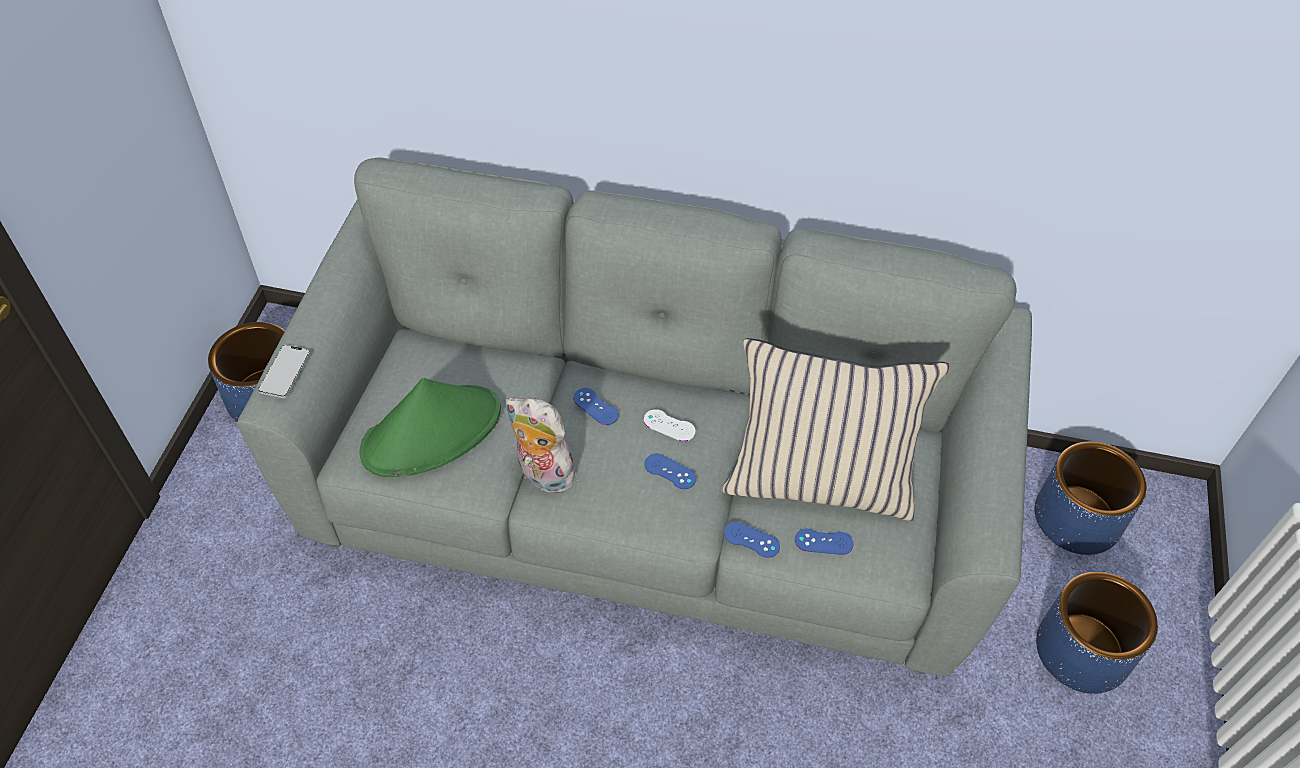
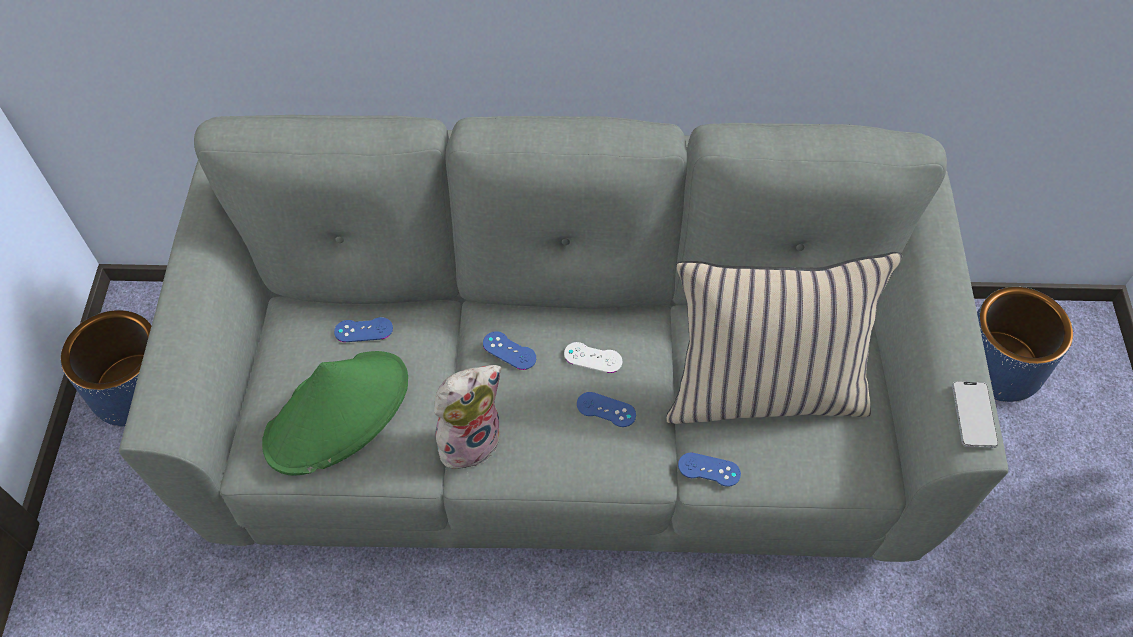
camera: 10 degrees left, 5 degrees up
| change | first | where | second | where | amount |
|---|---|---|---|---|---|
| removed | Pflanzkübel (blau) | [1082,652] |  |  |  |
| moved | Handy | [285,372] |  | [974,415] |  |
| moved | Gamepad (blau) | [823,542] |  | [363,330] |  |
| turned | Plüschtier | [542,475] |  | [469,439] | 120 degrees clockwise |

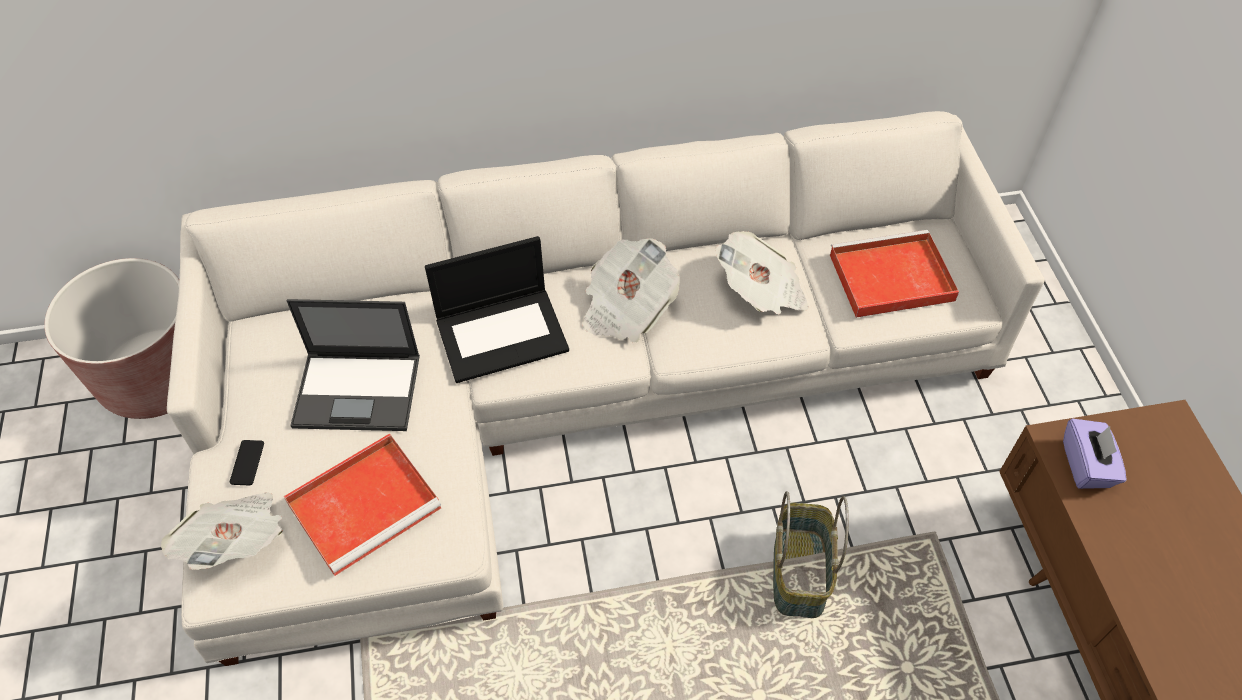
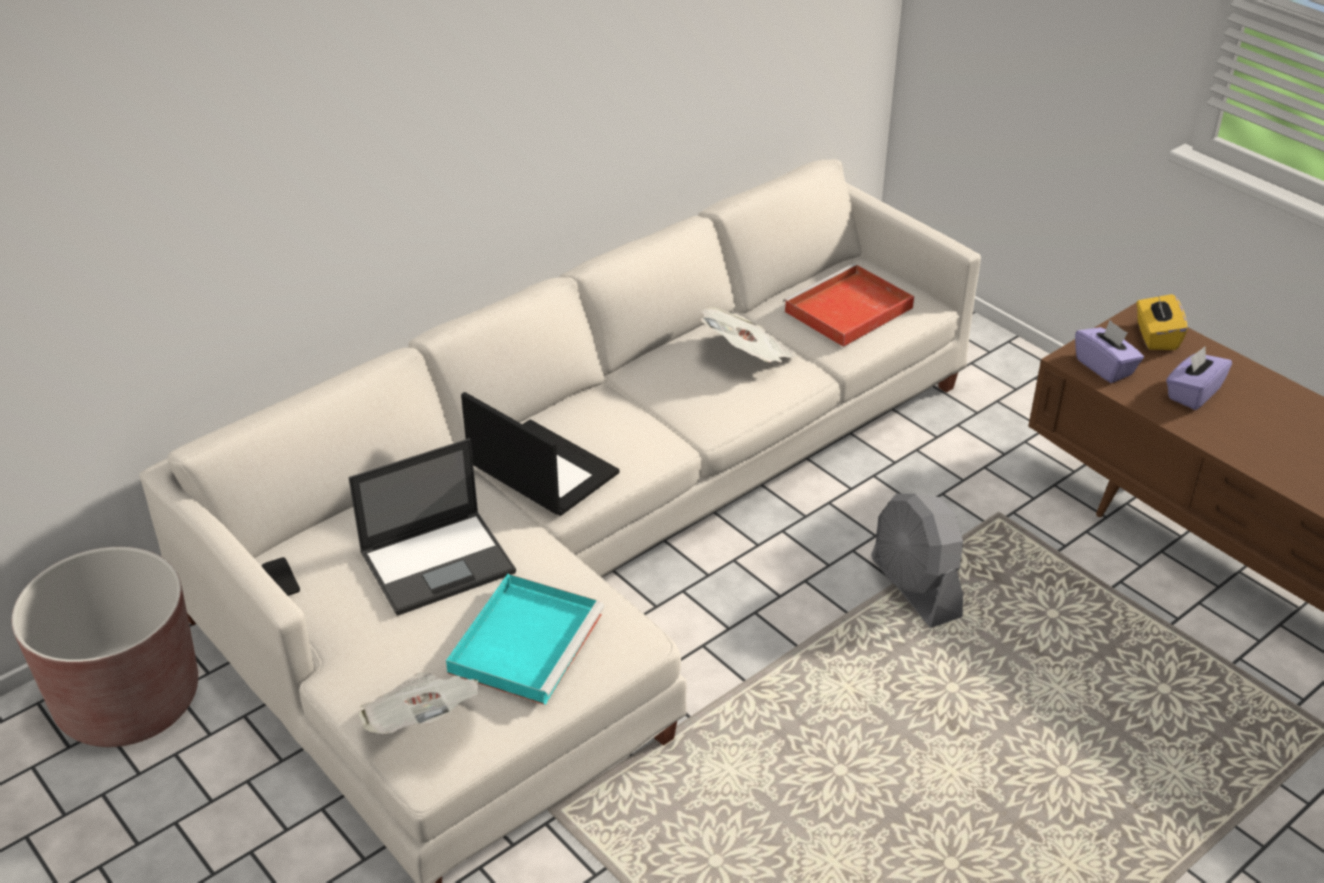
camera: 30 degrees left, 15 degrees down
| change | first | where | second | where | amount |
|---|---|---|---|---|---|
| removed | Zeitung | [626,308] |  |  |  |
| added |  |  | Taschentuchbox (gelb) | [1156,337] |  |
| added |  |  | Taschentuchbox (lila) | [1192,393] |  |
| moved | Handy | [247,463] |  | [280,578] |  |
| replaced | Korb | [800,574] | Ventilator (grau) | [915,588] |  |
| recoloured | Tablett (rot) | [366,503] | Tablett (türkis) | [526,640] |  |
| turned | Laptop | [502,333] |  | [540,469] | 90 degrees counterclockwise |

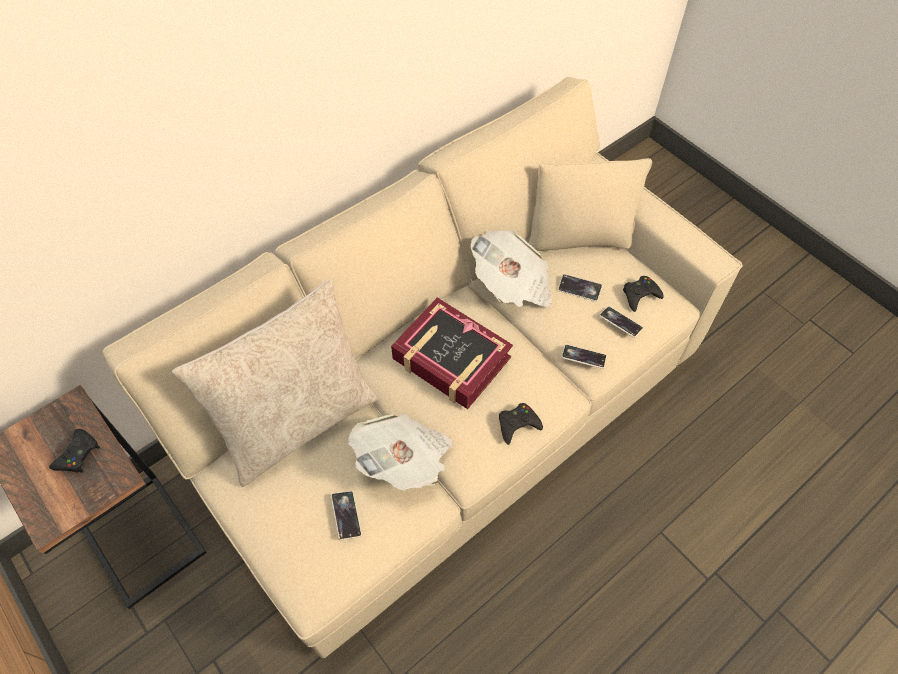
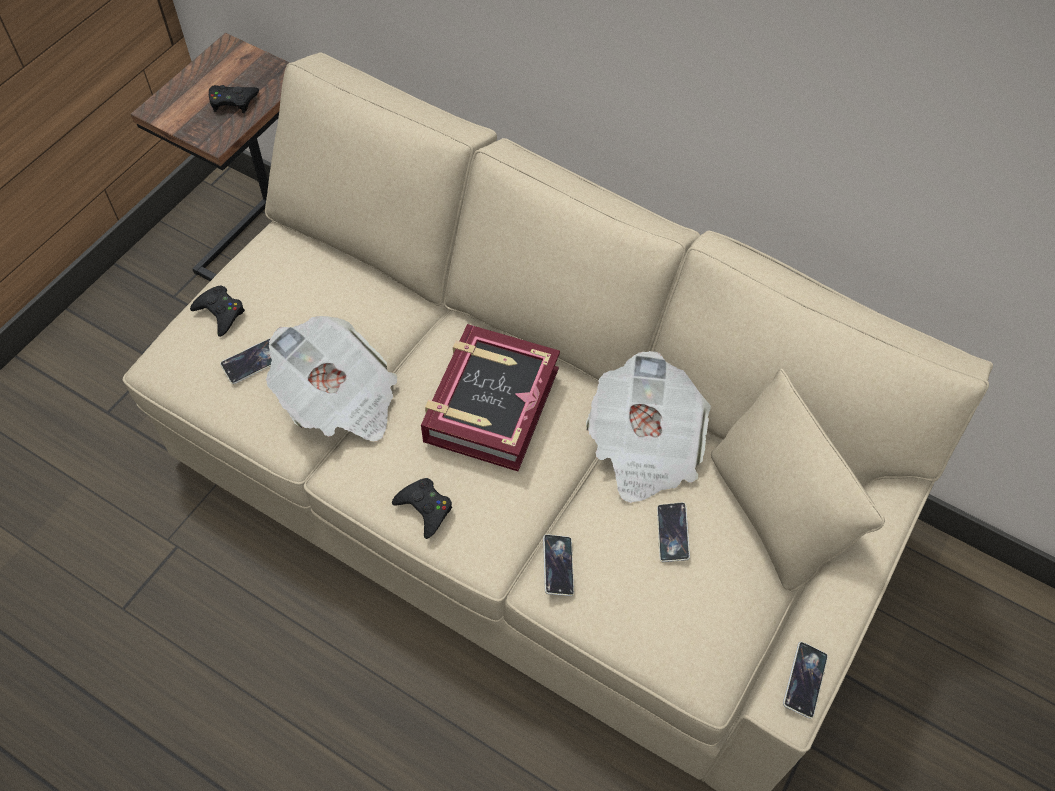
camera: 70 degrees right, 0 degrees up
| change | first | where | second | where | amount |
|---|---|---|---|---|---|
| removed | Kissen (beige) | [298,421] |  |  |  |
| moved | Handy | [620,323] |  | [804,681] |  |
| moved | Gamepad (schwarz) | [640,295] |  | [220,313] |  |

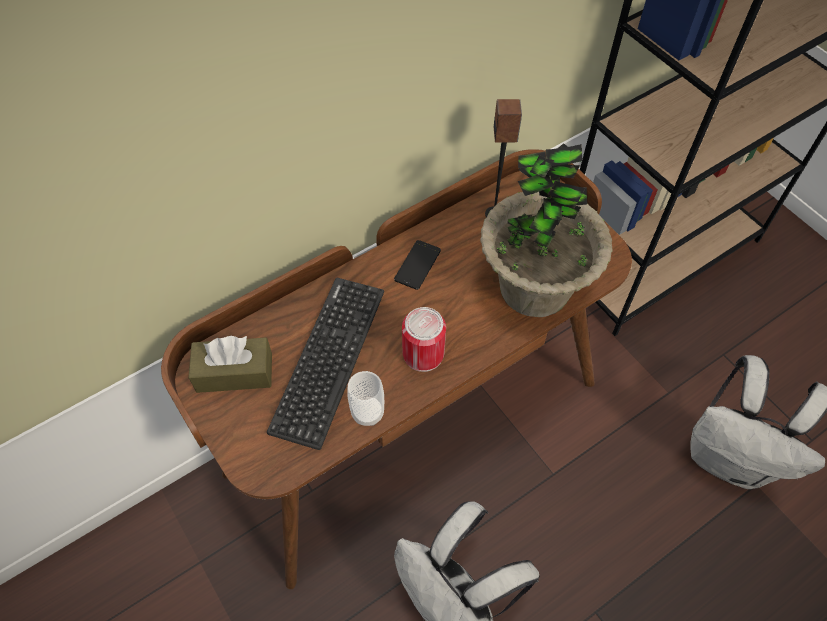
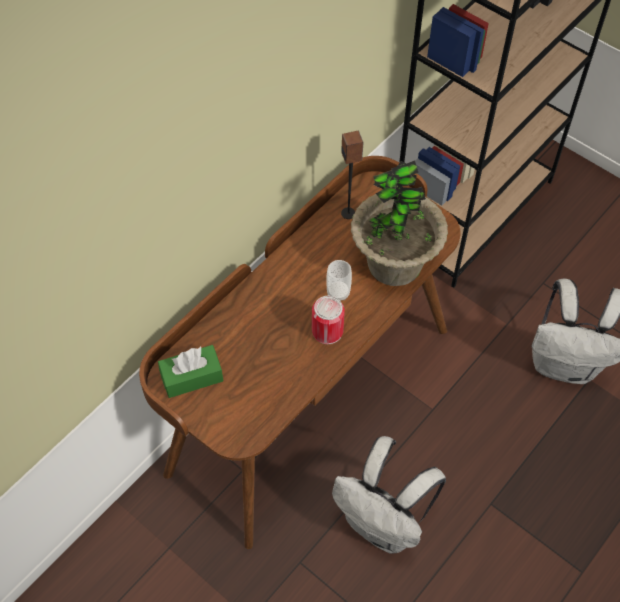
camera: 15 degrees left, 0 degrees up
| change | first | where | second | where | amount |
|---|---|---|---|---|---|
| removed | Tastatur | [328,359] |  |  |  |
| removed | Handy | [417,265] |  |  |  |
| moved | Tasse | [367,412] |  | [338,292] |  |
| recoloured | Taschentuchbox (braun) | [234,372] | Taschentuchbox (grün) | [192,377] |  |

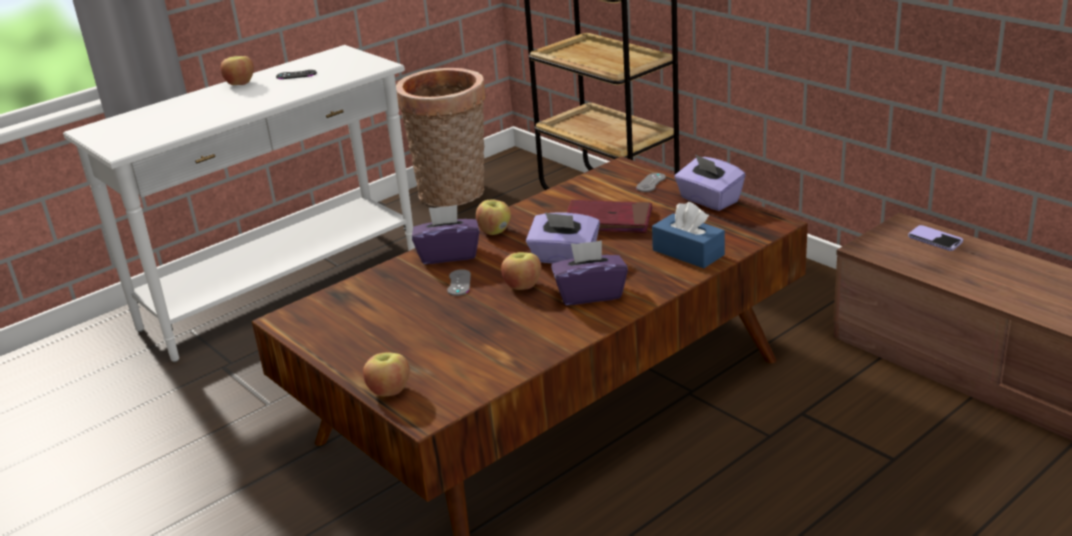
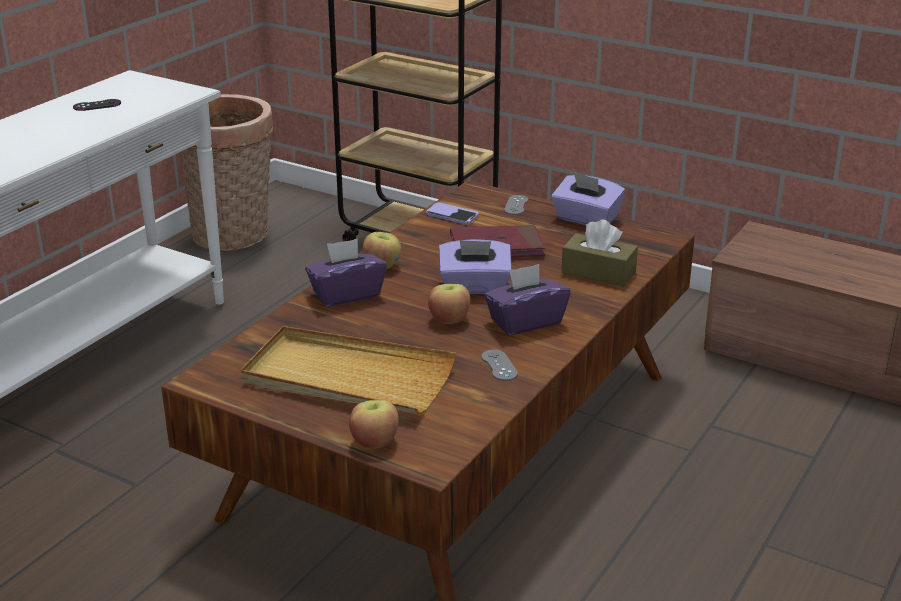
camera: 20 degrees left, 0 degrees up
| change | first | where | second | where | amount |
|---|---|---|---|---|---|
| removed | Apfel | [240,83] |  |  |  |
| added |  |  | Tablett (beige) | [347,377] |  |
| moved | Gamepad (grau) | [459,283] |  | [499,365] |  |
| moved | Handy | [935,239] |  | [452,215] |  |
| recoloured | Taschentuchbox (blau) | [688,252] | Taschentuchbox (braun) | [598,272] |  |

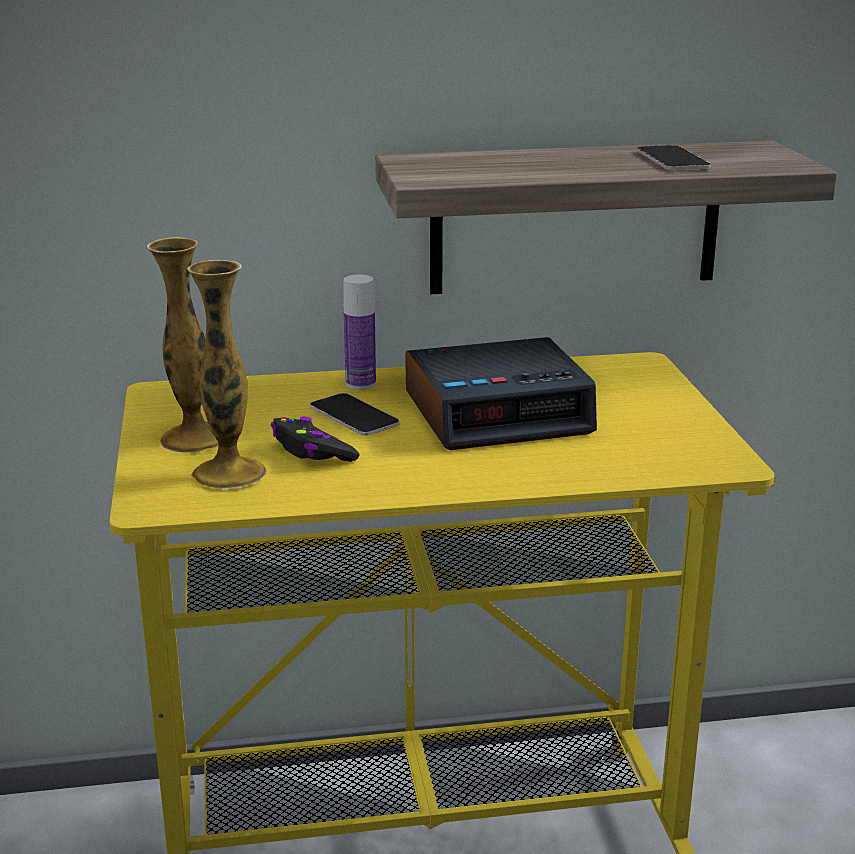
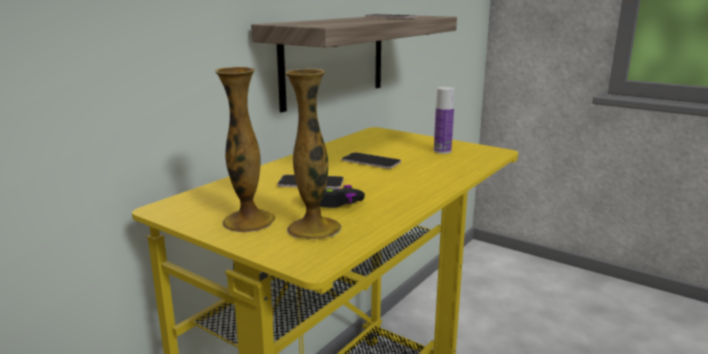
camera: 45 degrees left, 5 degrees down
| change | first | where | second | where | amount |
|---|---|---|---|---|---|
| moved | Flasche | [360,384] |  | [442,151] |  |
| replaced | Wecker | [498,412] | Handy | [371,161] |  |

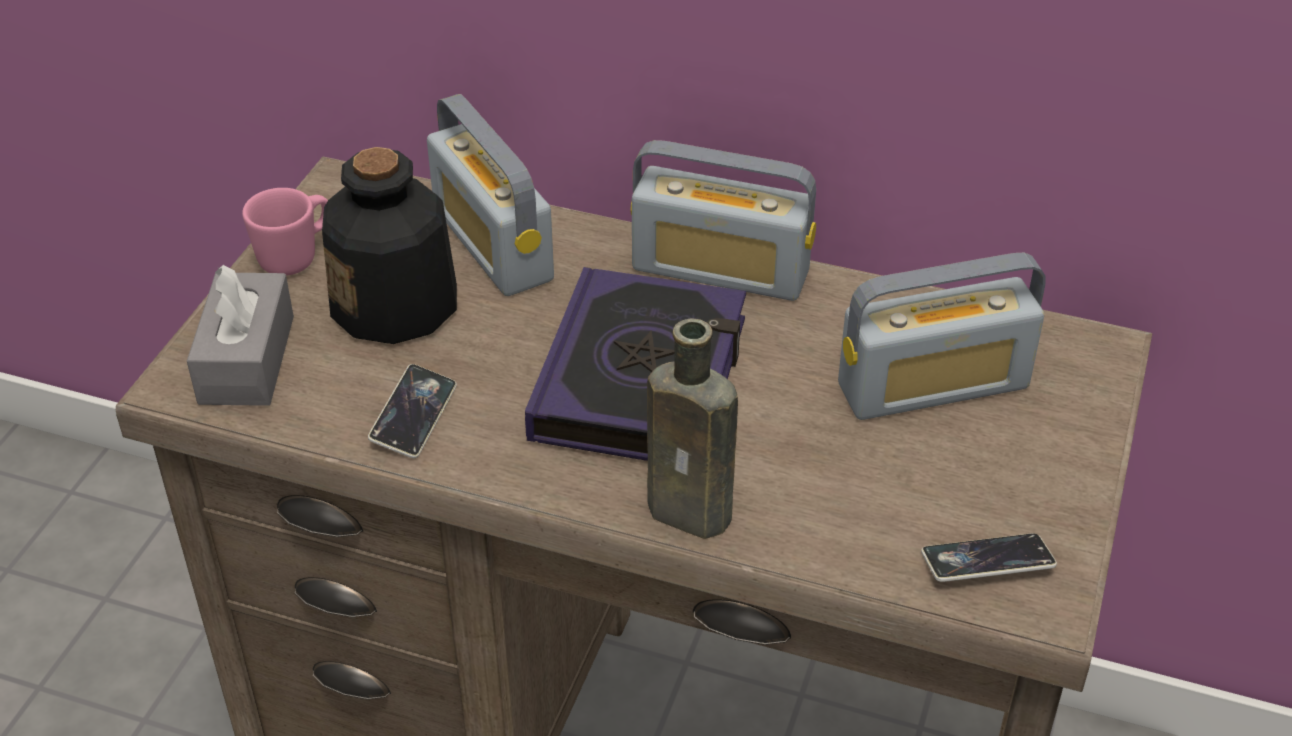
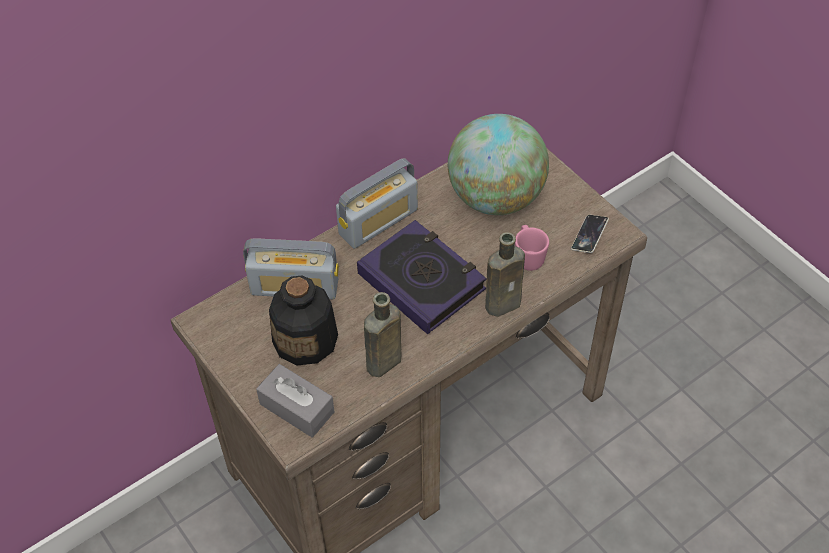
camera: 55 degrees left, 10 degrees up
| change | first | where | second | where | amount |
|---|---|---|---|---|---|
| moved | Henkelbecher (rosa) | [297,256] |  | [528,257] |  |
| replaced | Handy | [414,416] | Flasche (braun) | [382,364] |  |
| replaced | Radio | [933,386] | Globus | [495,198] |  |

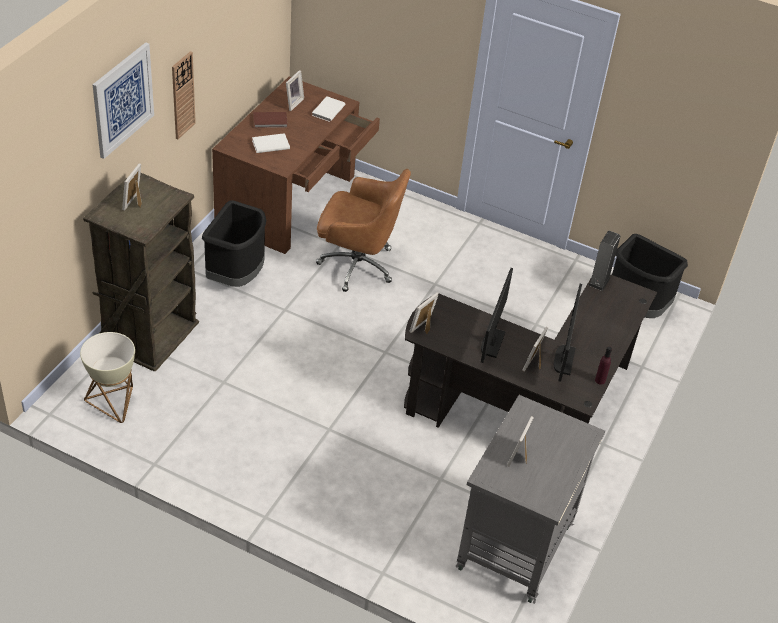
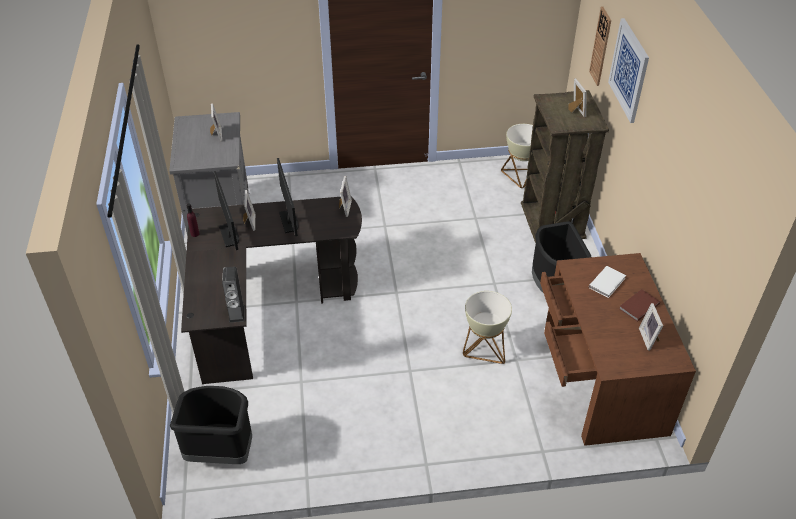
camera: 150 degrees right, 0 degrees up
| change | first | where | second | where | amount |
|---|---|---|---|---|---|
| removed | Buch (weiß) | [327,110] |  |  |  |
| moved | Wanduhr | [182,95] |  | [601,46] |  |
| replaced | Bürostuhl (braun) | [357,265] | Pflanzkübel | [483,350] |  |

